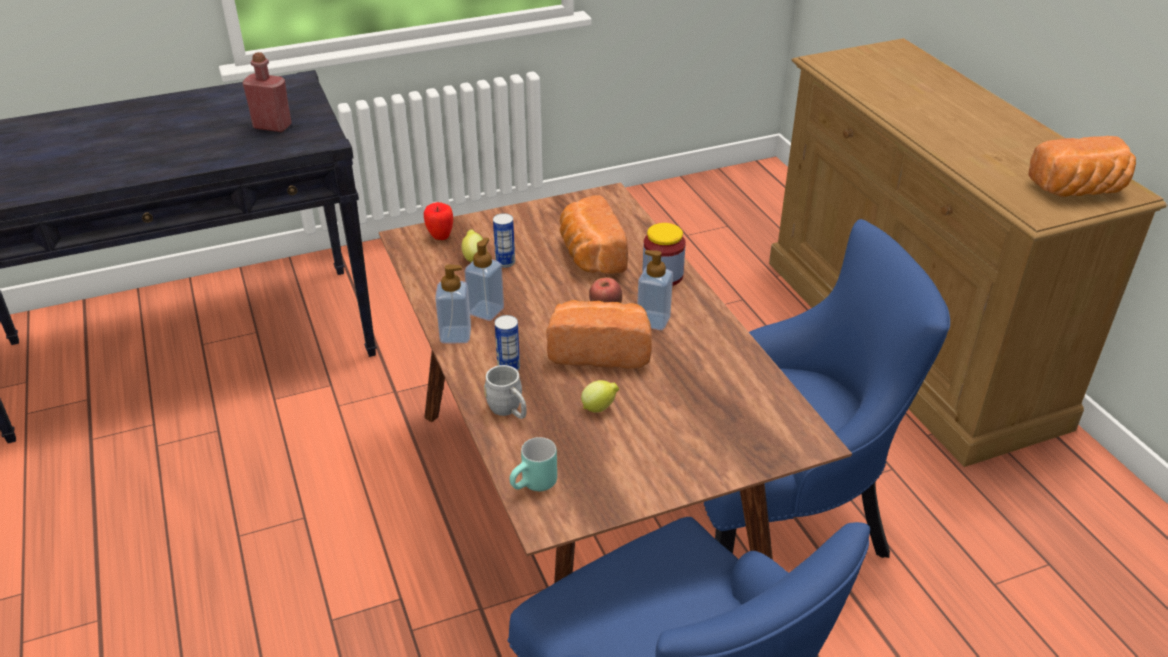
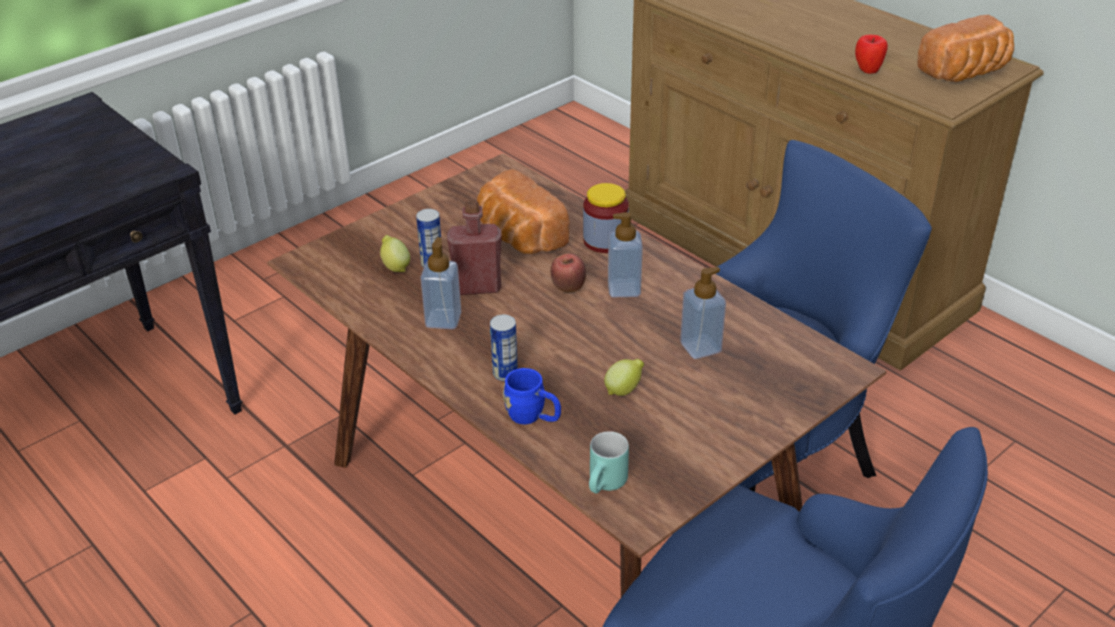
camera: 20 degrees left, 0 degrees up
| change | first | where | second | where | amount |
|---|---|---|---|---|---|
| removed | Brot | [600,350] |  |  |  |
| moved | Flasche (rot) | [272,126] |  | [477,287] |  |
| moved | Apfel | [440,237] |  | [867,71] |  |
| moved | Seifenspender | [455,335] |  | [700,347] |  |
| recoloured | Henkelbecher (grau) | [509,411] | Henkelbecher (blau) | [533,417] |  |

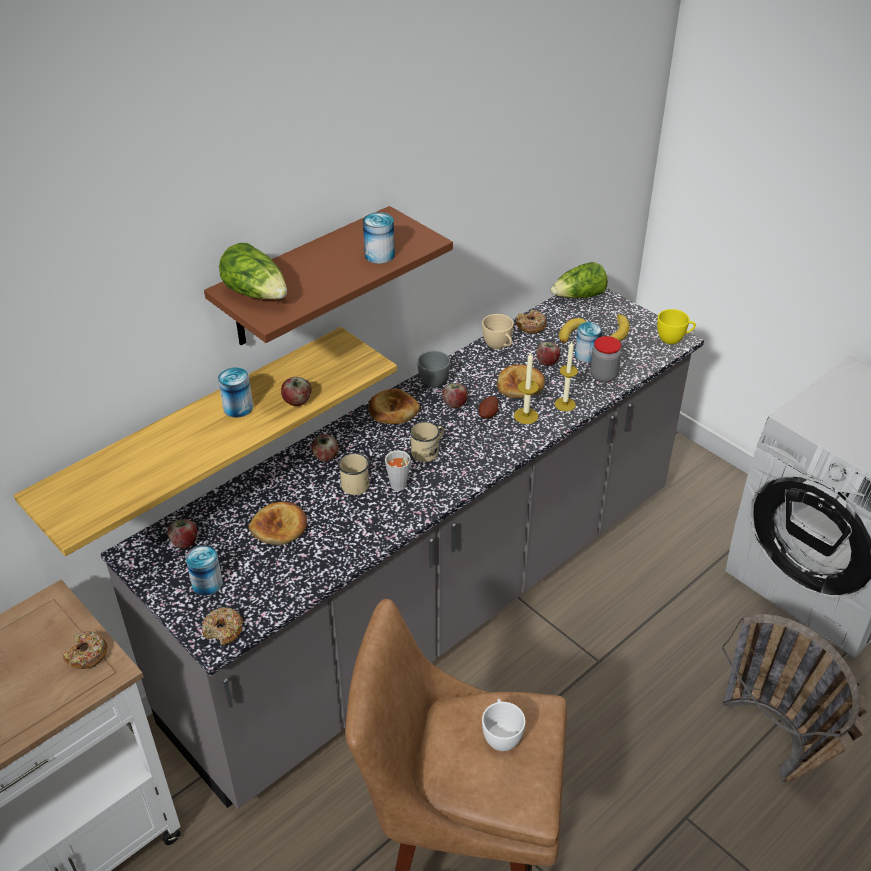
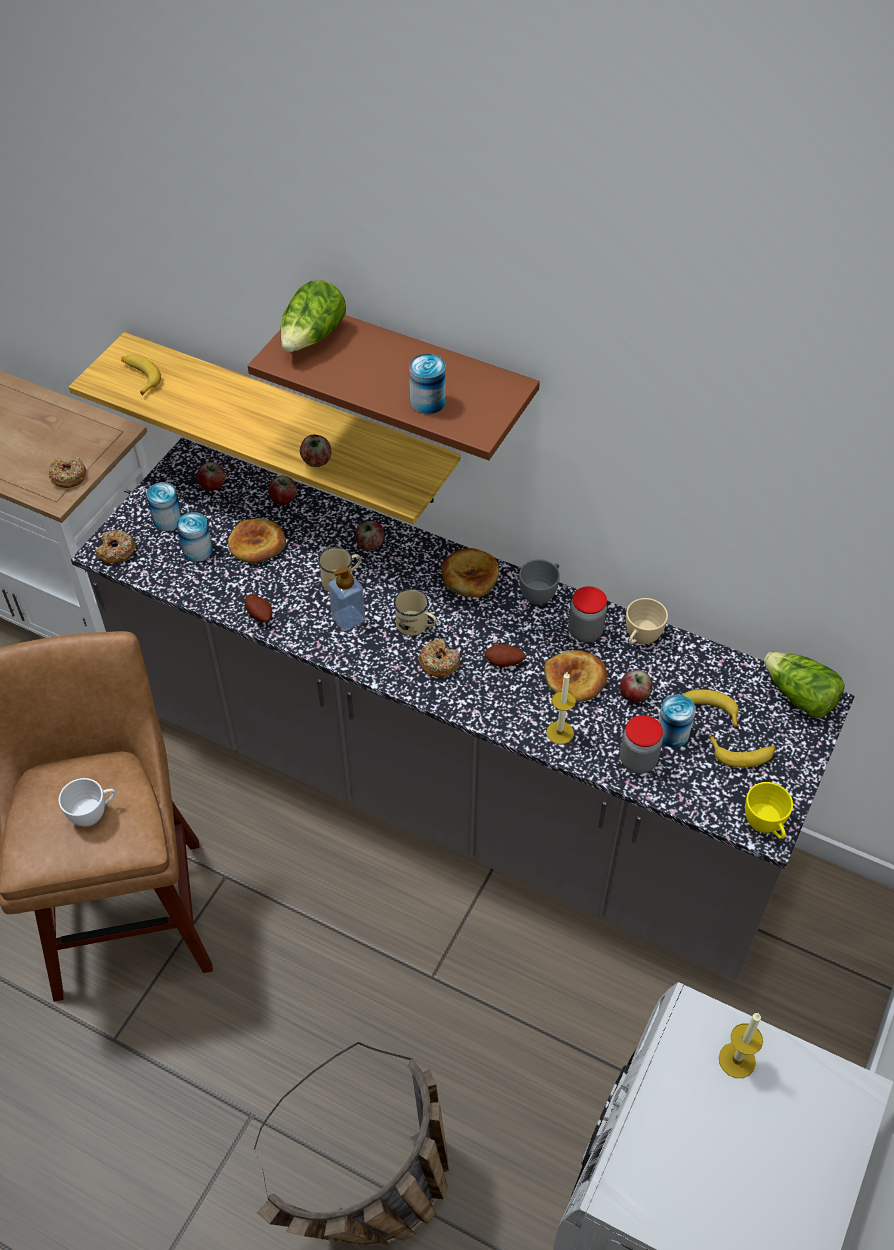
camera: 70 degrees right, 10 degrees up
| change | first | where | second | where | amount |
|---|---|---|---|---|---|
| added |  |  | Banane | [140,377] |  |
| added |  |  | Kartoffel | [260,614] |  |
| added |  |  | Vorratsglas | [585,631] |  |
| moved | Dose | [238,407] |  | [197,550] |  |
| moved | Apfel | [455,404] |  | [284,499] |  |
| moved | Kerze | [526,416] |  | [737,1060] |  |
| moved | Donut | [531,326] |  | [439,662] |  |
| replaced | Tasse (grau) | [399,488] | Seifenspender | [348,618] |  |

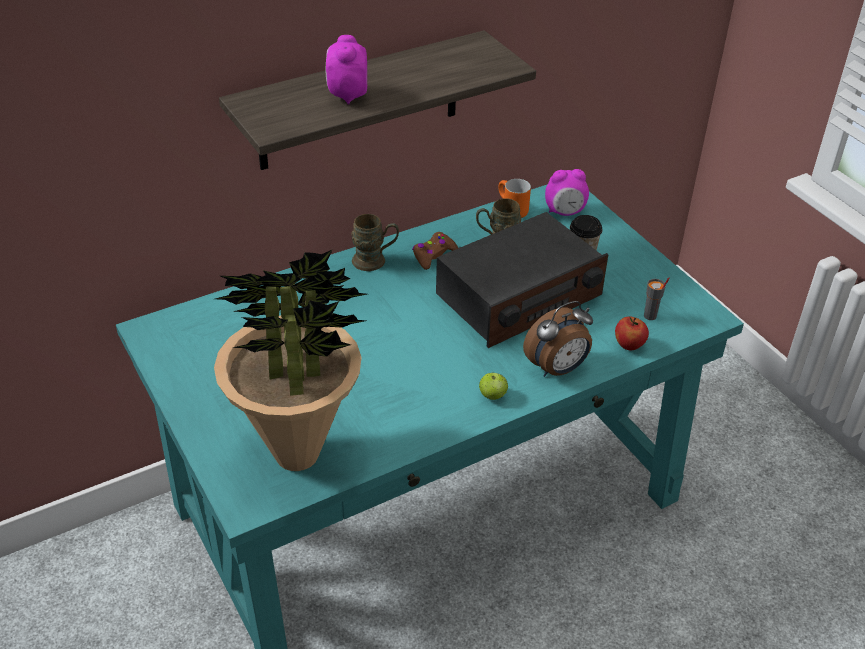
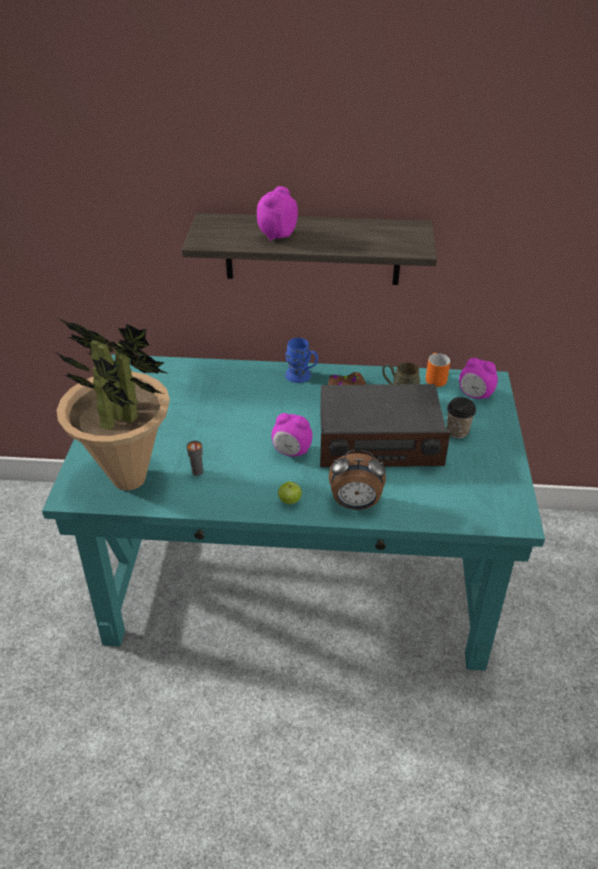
camera: 35 degrees right, 0 degrees up
| change | first | where | second | where | amount |
|---|---|---|---|---|---|
| removed | Apfel | [629,345] |  |  |  |
| added |  |  | Wecker | [291,452] |  |
| moved | Tasse (grau) | [650,316] |  | [197,472] |  |
| recoloured | Henkelbecher (braun) | [375,261] | Henkelbecher (blau) | [302,377] |  |

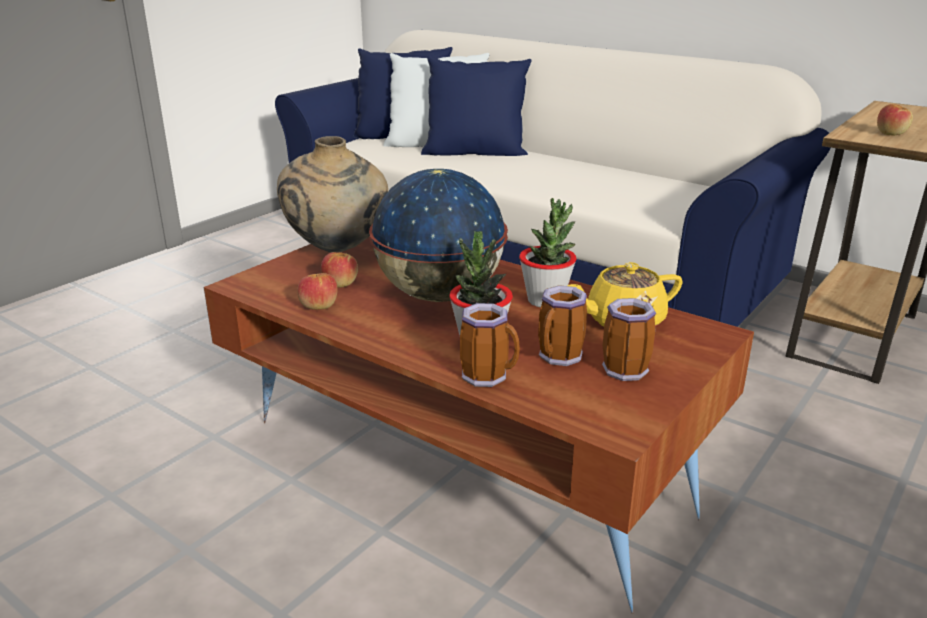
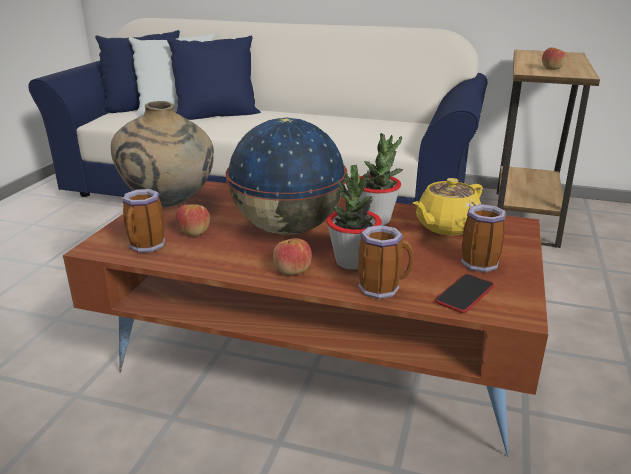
camera: 20 degrees left, 0 degrees up
| change | first | where | second | where | amount |
|---|---|---|---|---|---|
| added |  |  | Handy | [464,294] |  |
| moved | Apfel | [318,306] |  | [292,270] |  |
| moved | Henkelbecher | [559,358] |  | [147,247] |  |

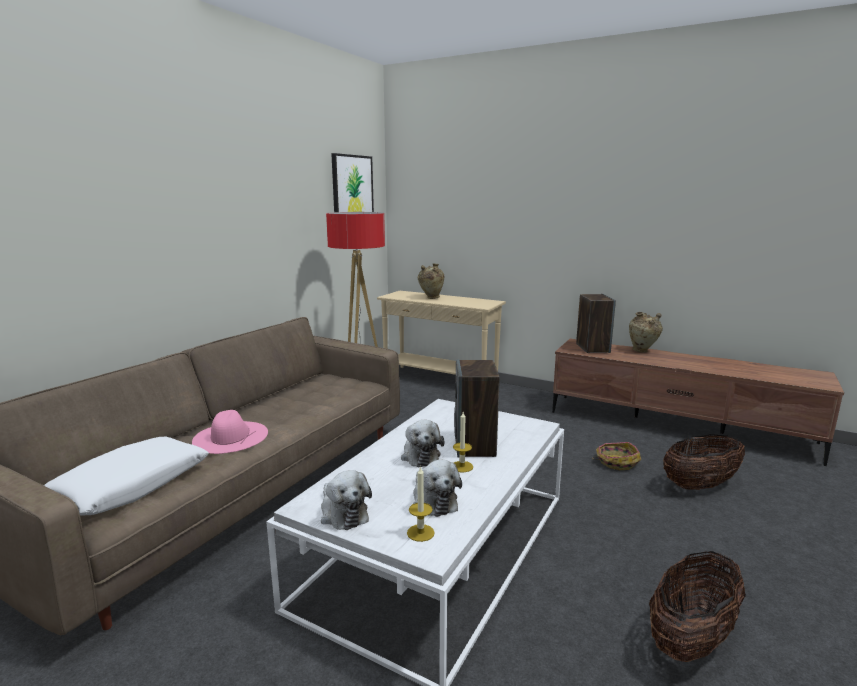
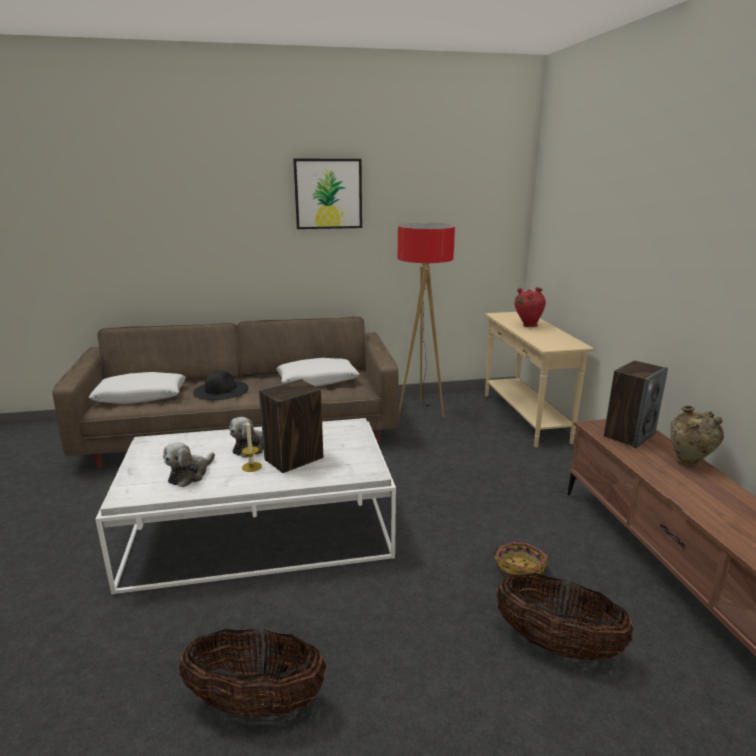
camera: 50 degrees right, 5 degrees up
| change | first | where | second | where | amount |
|---|---|---|---|---|---|
| removed | Plüschtier | [343,513] |  |  |  |
| removed | Kerze | [420,533] |  |  |  |
| added |  |  | Kissen (weiß) | [317,380] |  |
| moved | Bild | [352,187] |  | [328,194] |  |
| recoloured | Hut (rosa) | [230,437] | Hut (schwarz) | [221,390] |  |
| recoloured | Vase (beige) | [431,298] | Vase (rot) | [527,325] |  |

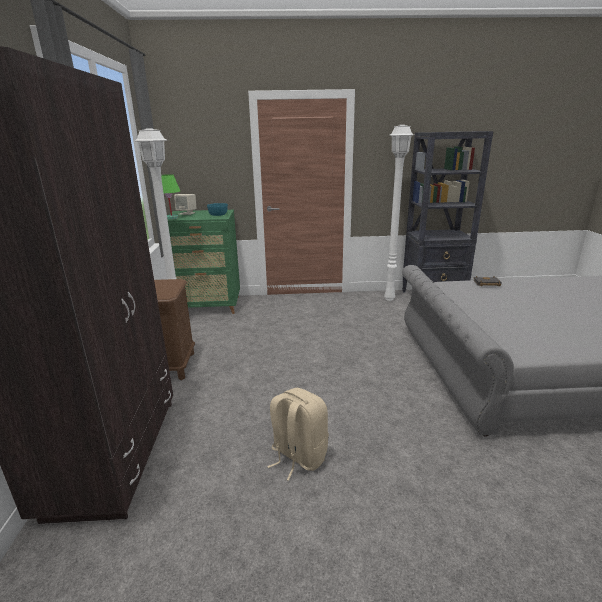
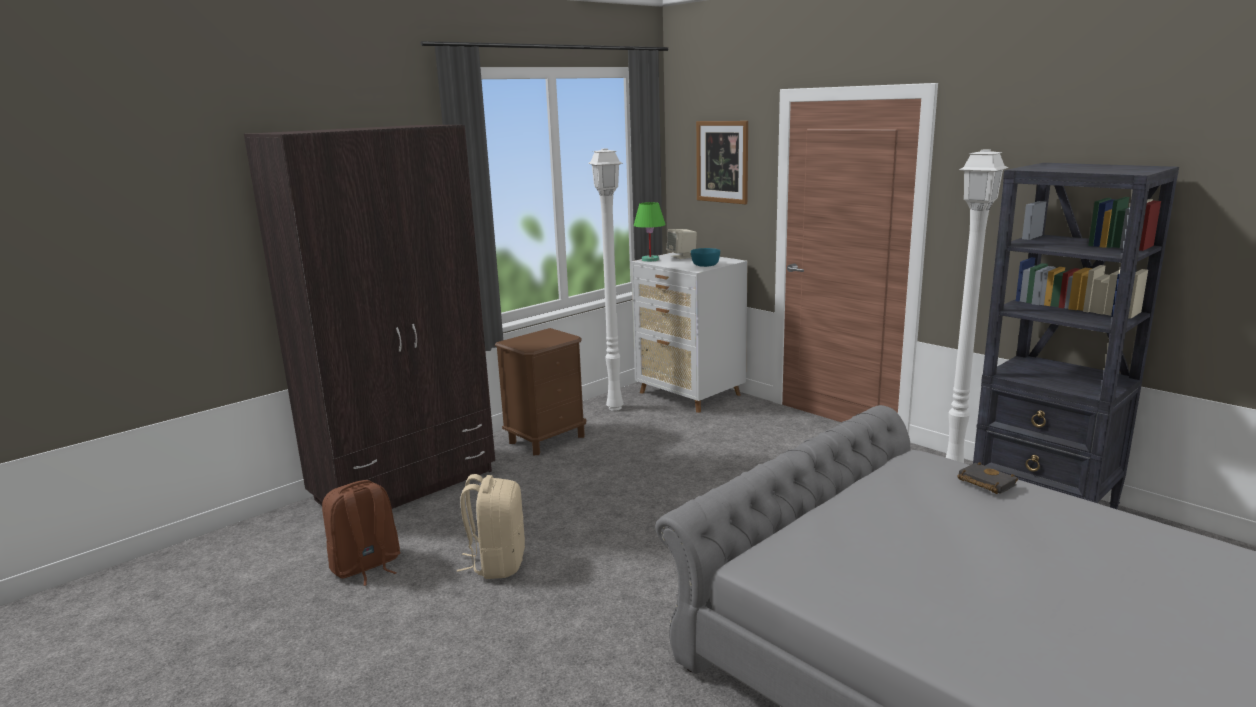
camera: 50 degrees right, 5 degrees down
| change | first | where | second | where | amount |
|---|---|---|---|---|---|
| added |  |  | Rucksack (braun) | [366,566] |  |
| added |  |  | Bild | [722,162] |  |
| recoloured | Kommode (grün) | [210,306] | Kommode (weiß) | [690,394] |  |

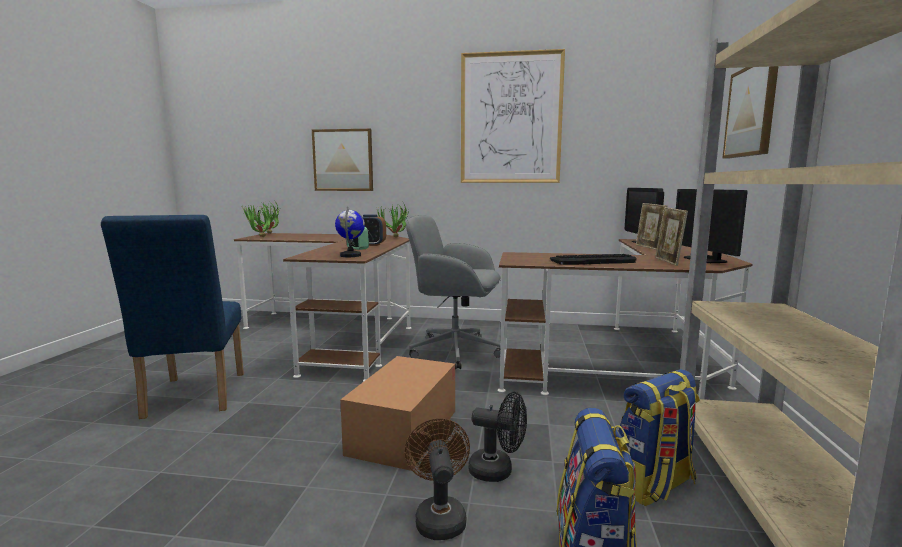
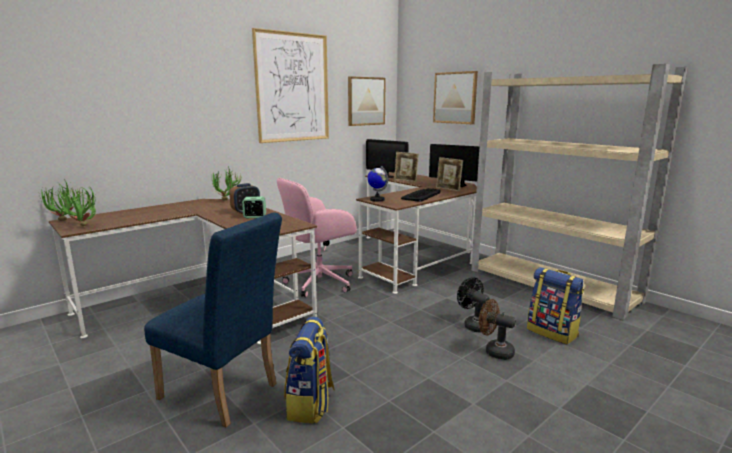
camera: 50 degrees left, 5 degrees up
| change | first | where | second | where | amount |
|---|---|---|---|---|---|
| removed | Karton | [404,431] |  |  |  |
| moved | Bild | [343,160] |  | [366,101] |  |
| moved | Globus | [351,255] |  | [377,200] |  |
| moved | Rucksack | [653,485] |  | [311,404] |  |
| recoloured | Bürostuhl (grau) | [455,352] | Bürostuhl (rosa) | [320,283] |  |
| turned | Ventilator (schwarz) | [498,471] |  | [473,325] | 90 degrees counterclockwise |

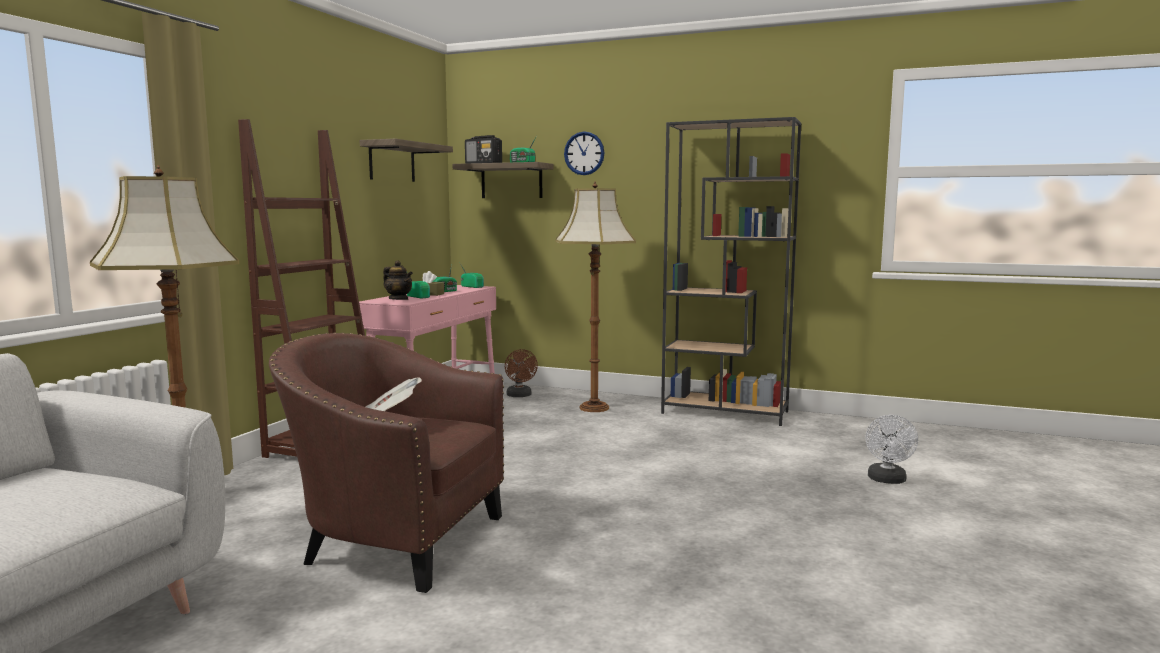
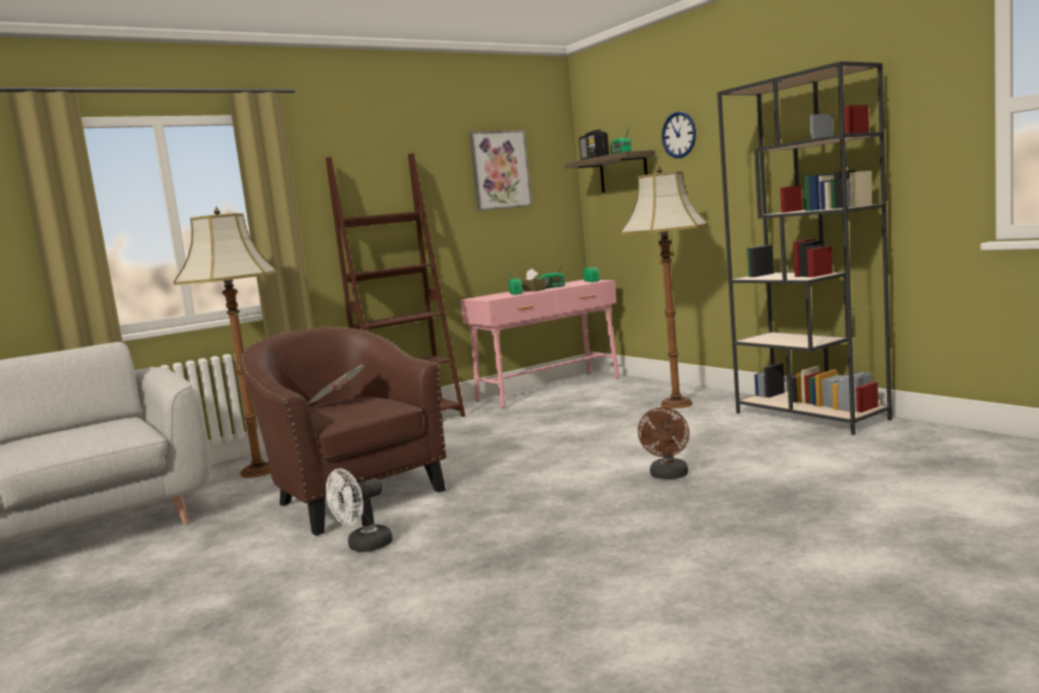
camera: 35 degrees right, 0 degrees up
| change | first | where | second | where | amount |
|---|---|---|---|---|---|
| removed | Teekanne | [399,299] |  |  |  |
| moved | Ventilator (braun) | [520,396] |  | [668,476] |  |
| moved | Ventilator (weiß) | [887,480] |  | [363,546] |  |
| replaced | Wandregal | [392,162] | Bild | [499,170] |  |

